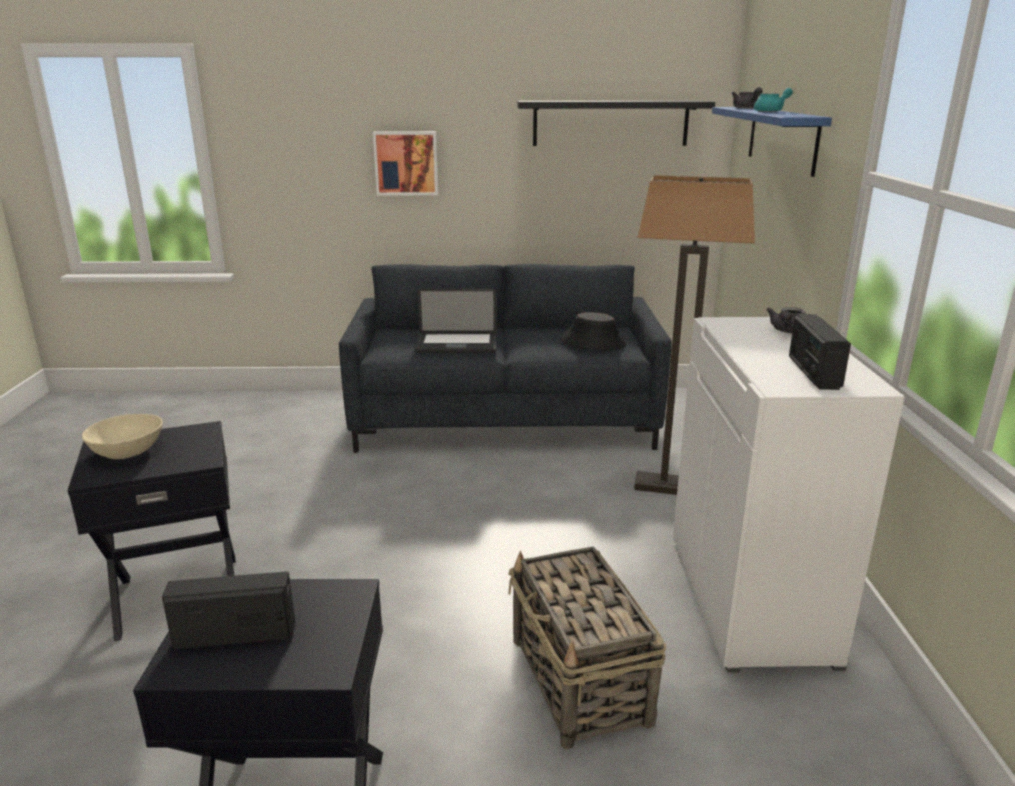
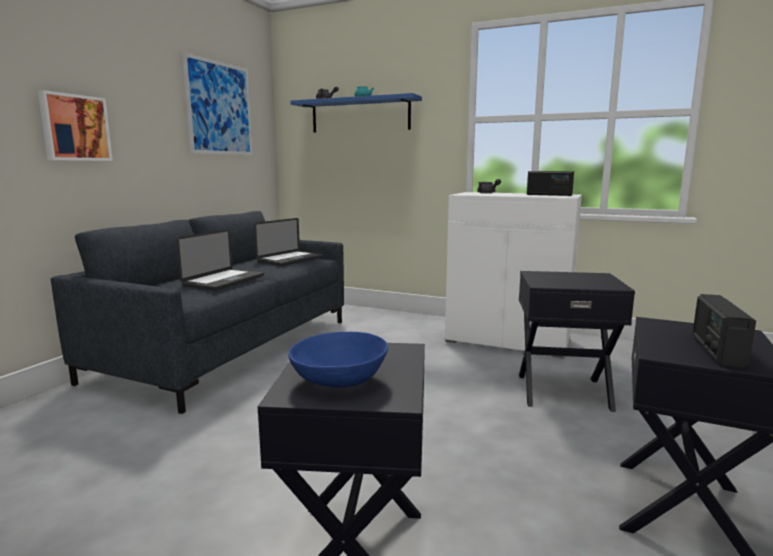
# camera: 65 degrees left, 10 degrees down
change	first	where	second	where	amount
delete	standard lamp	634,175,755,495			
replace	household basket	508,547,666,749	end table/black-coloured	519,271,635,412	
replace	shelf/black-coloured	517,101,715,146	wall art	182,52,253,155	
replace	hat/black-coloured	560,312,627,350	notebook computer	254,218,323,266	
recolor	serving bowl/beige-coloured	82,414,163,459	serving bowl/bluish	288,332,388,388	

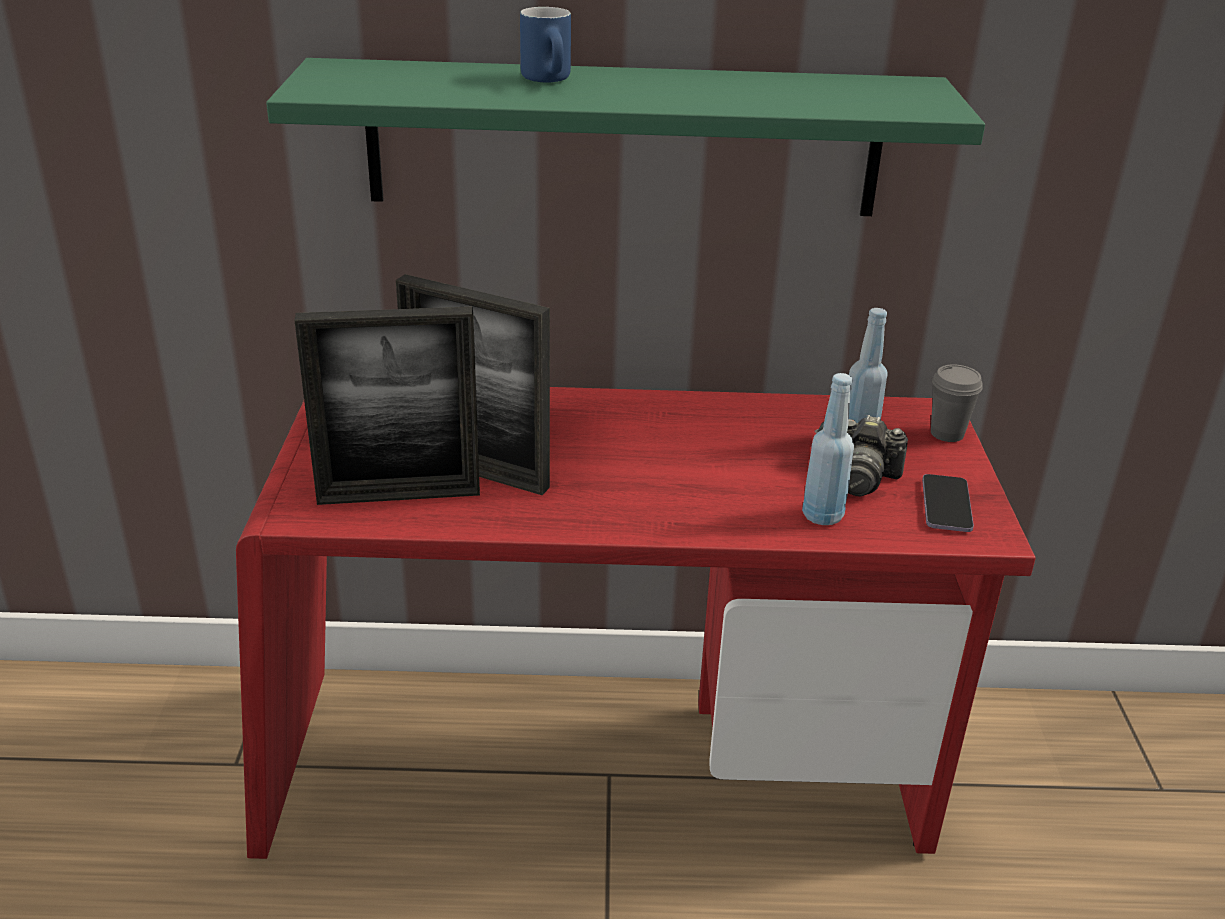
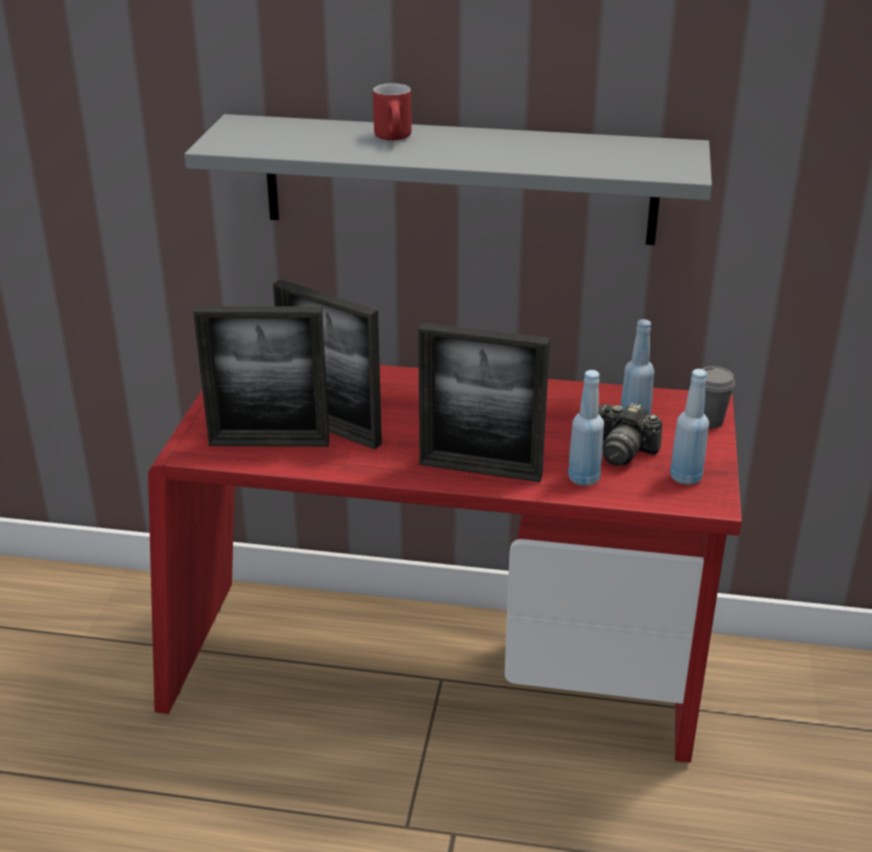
# camera: 10 degrees right, 0 degrees up
change	first	where	second	where	amount
insert			picture frame	418,323,550,482	
replace	phone	922,474,974,532	drink bottle/bluish	670,369,709,485	
recolor	shelf/green	266,58,985,216	shelf/grey	184,114,712,245	
recolor	mug/bluish	520,7,571,82	mug/red	373,83,412,140	

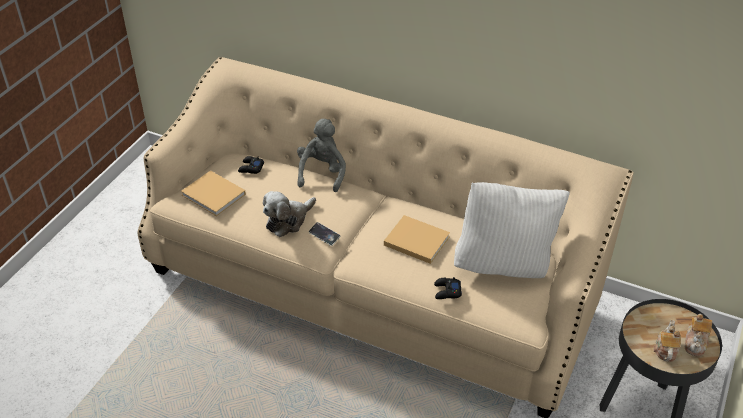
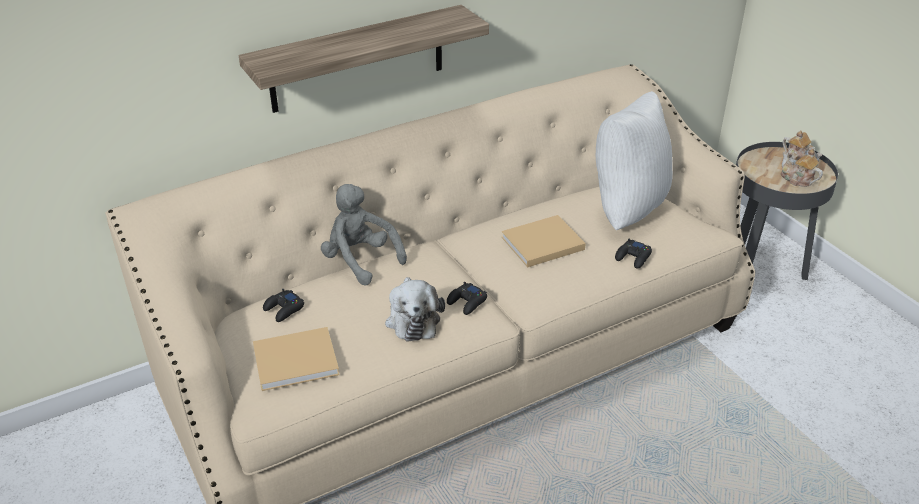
# camera: 55 degrees left, 5 degrees down
change	first	where	second	where	amount
insert			shelf	238,5,489,113	
replace	phone	308,222,341,246	gamepad/black-coloured	447,282,487,315	

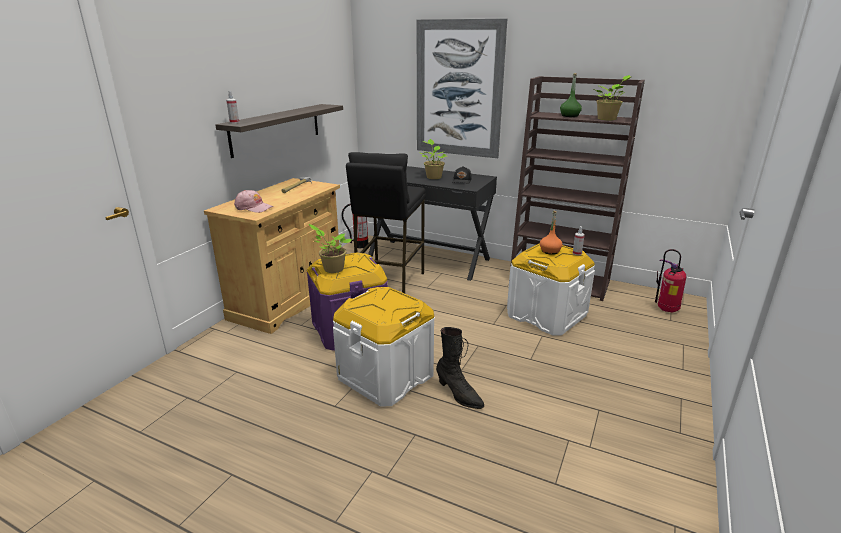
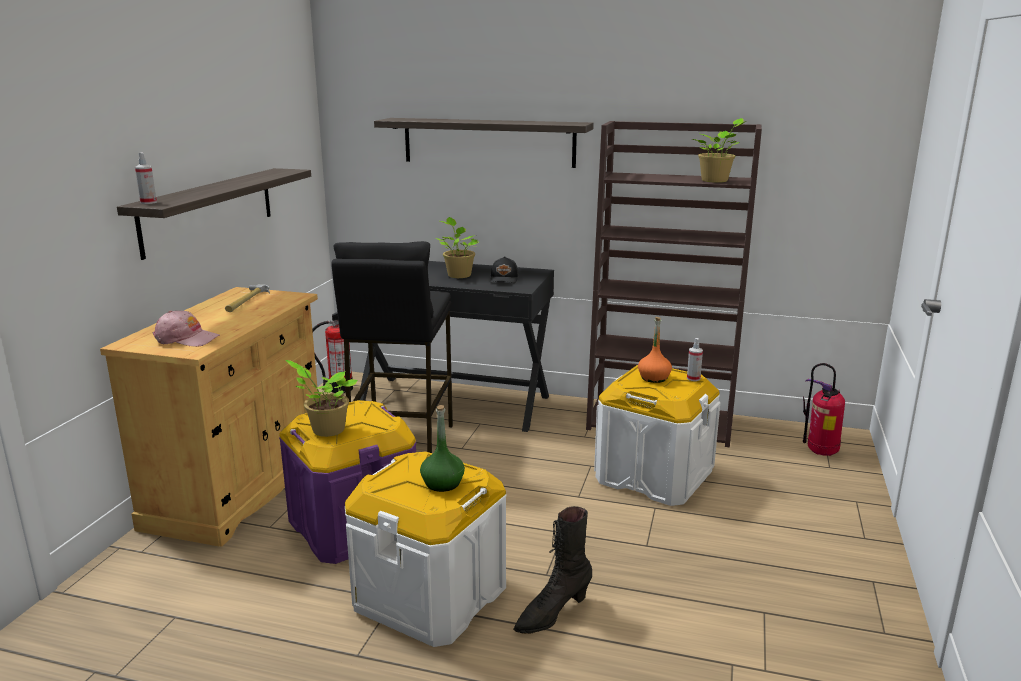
# camera: 10 degrees left, 5 degrees down
change	first	where	second	where	amount
move	drink bottle/green	560,73,582,117		420,405,465,492	
replace	wall art	417,18,507,158	shelf	374,118,594,168	
rotate	boot/black-coloured	436,327,484,409		513,506,592,634	105 degrees clockwise

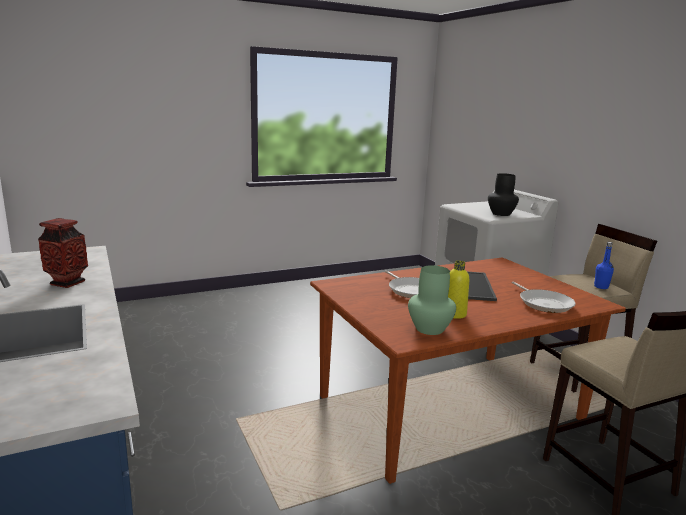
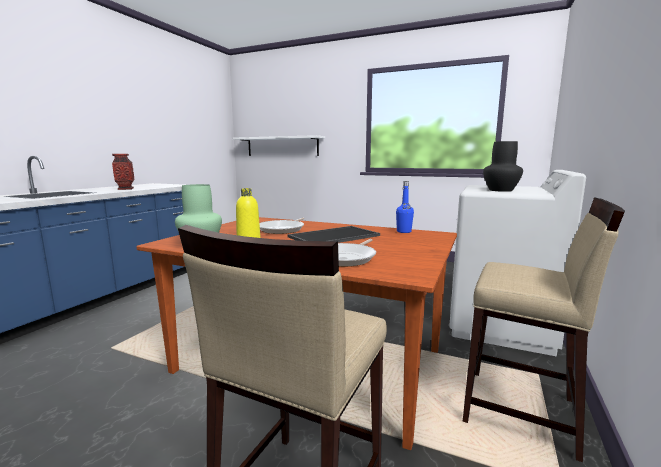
# camera: 50 degrees right, 5 degrees down
change	first	where	second	where	amount
insert			shelf/white	233,135,325,156	
move	drink bottle/bluish	594,242,614,289		396,181,414,233	

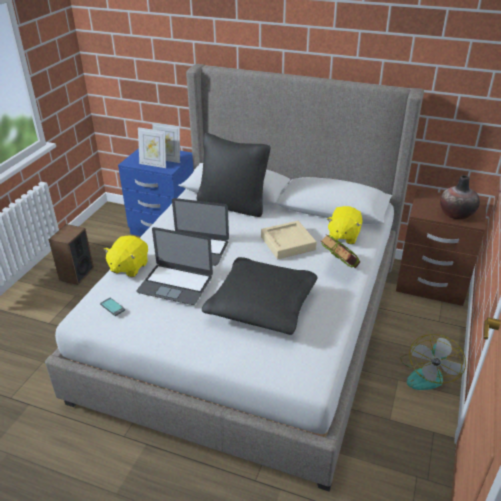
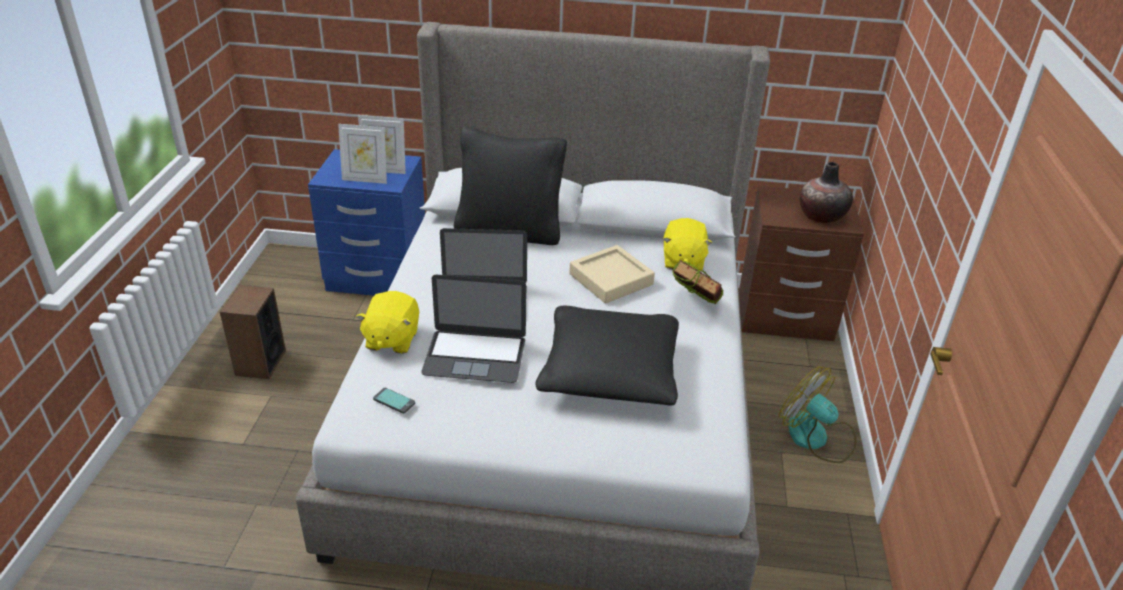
# camera: 15 degrees left, 0 degrees up
change	first	where	second	where	amount
rotate	fan	400,334,466,390		779,366,857,463	120 degrees clockwise

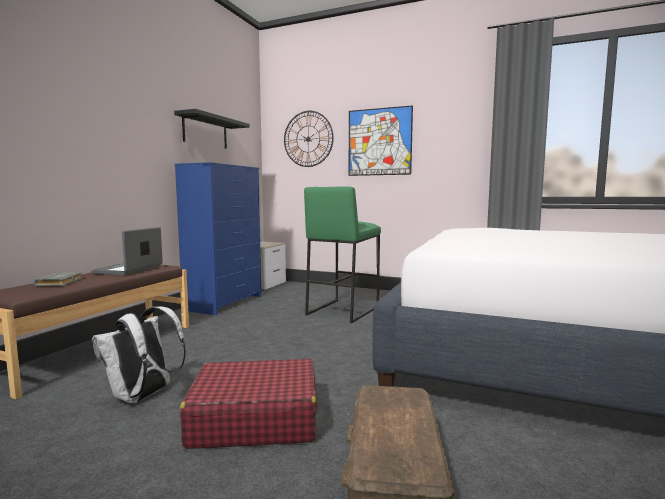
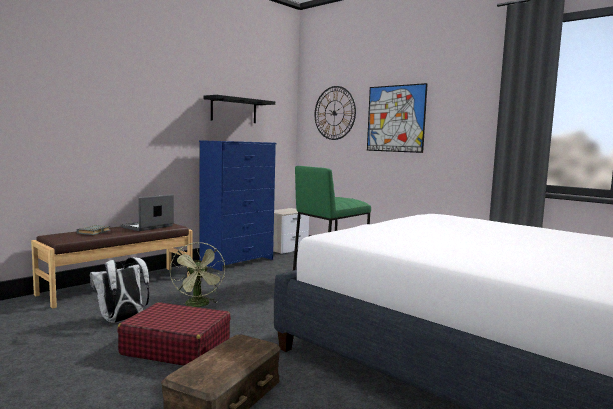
# camera: 20 degrees right, 0 degrees up
change	first	where	second	where	amount
insert			fan/green	170,242,225,307	

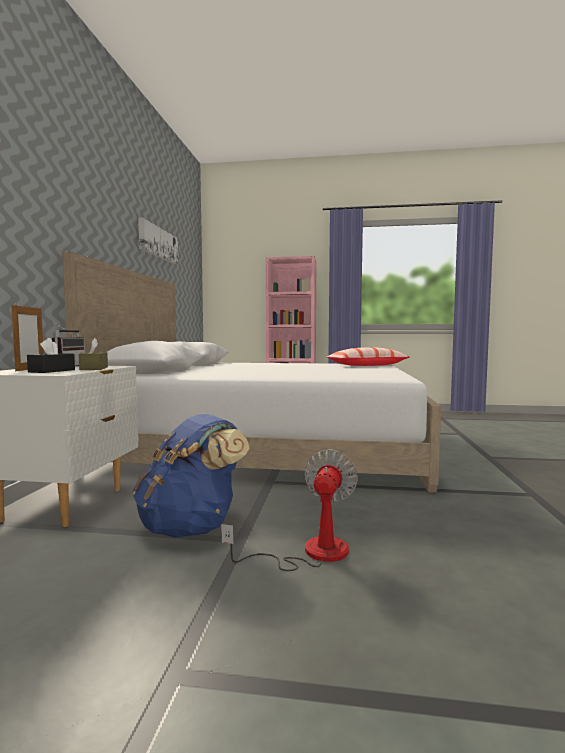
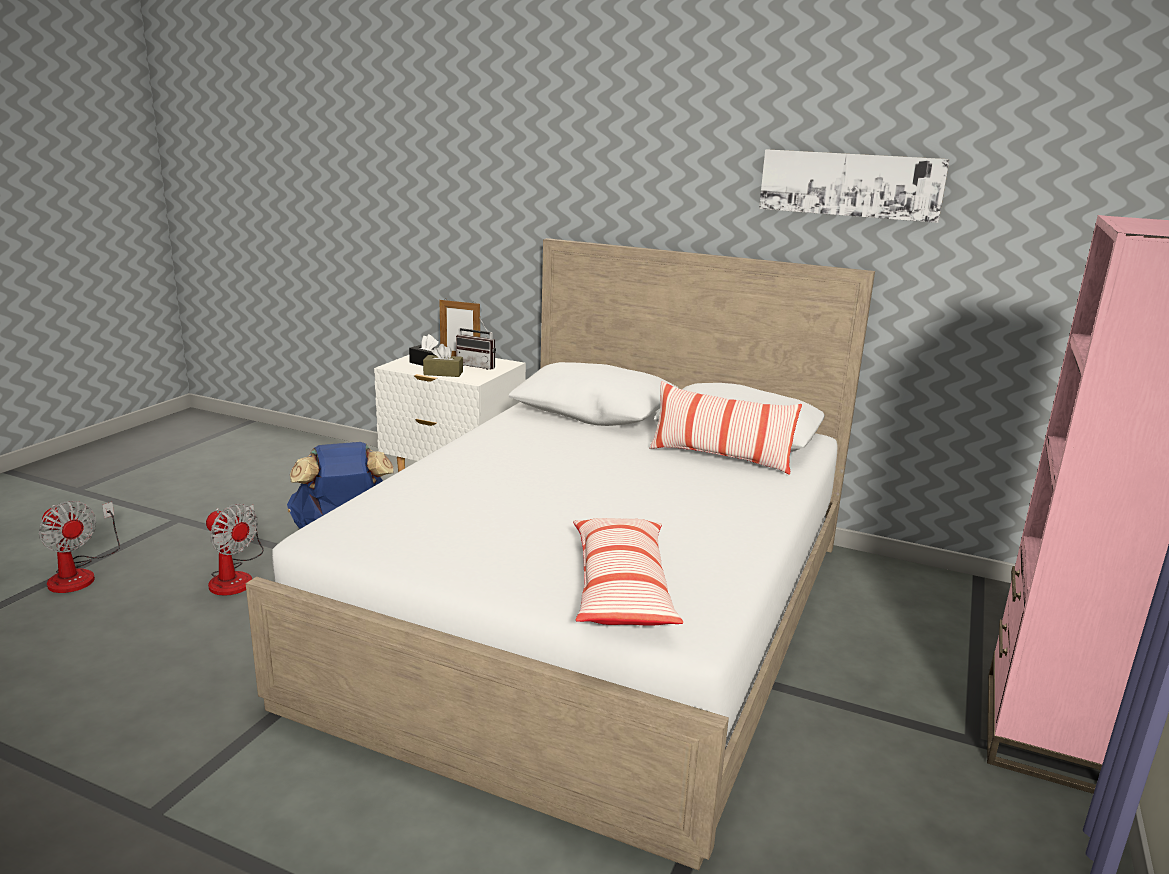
# camera: 105 degrees right, 15 degrees up
change	first	where	second	where	amount
insert			fan	39,501,120,593	
insert			pillow	649,381,802,475	

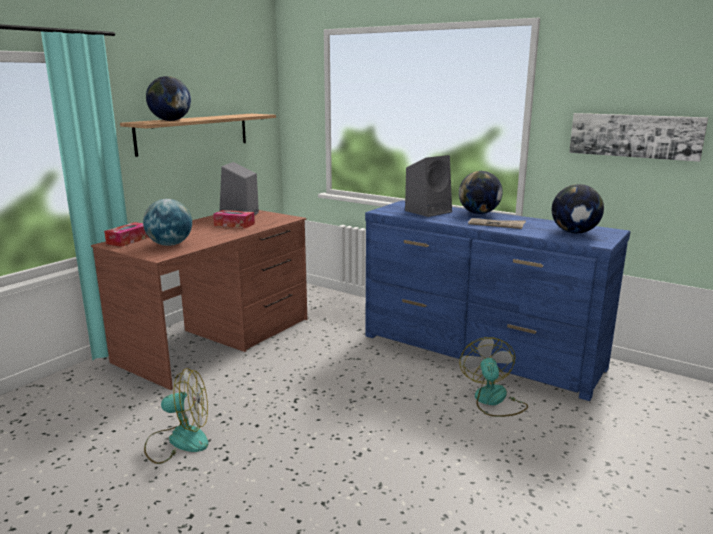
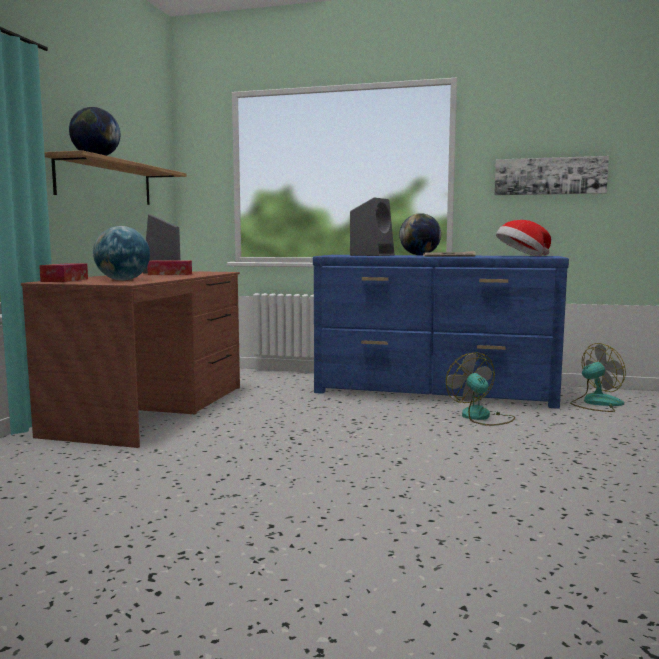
# camera: 20 degrees left, 10 degrees down
change	first	where	second	where	amount
move	fan	144,368,208,464		570,343,626,412	
replace	desk globe	552,184,604,234	hat	496,220,551,256	

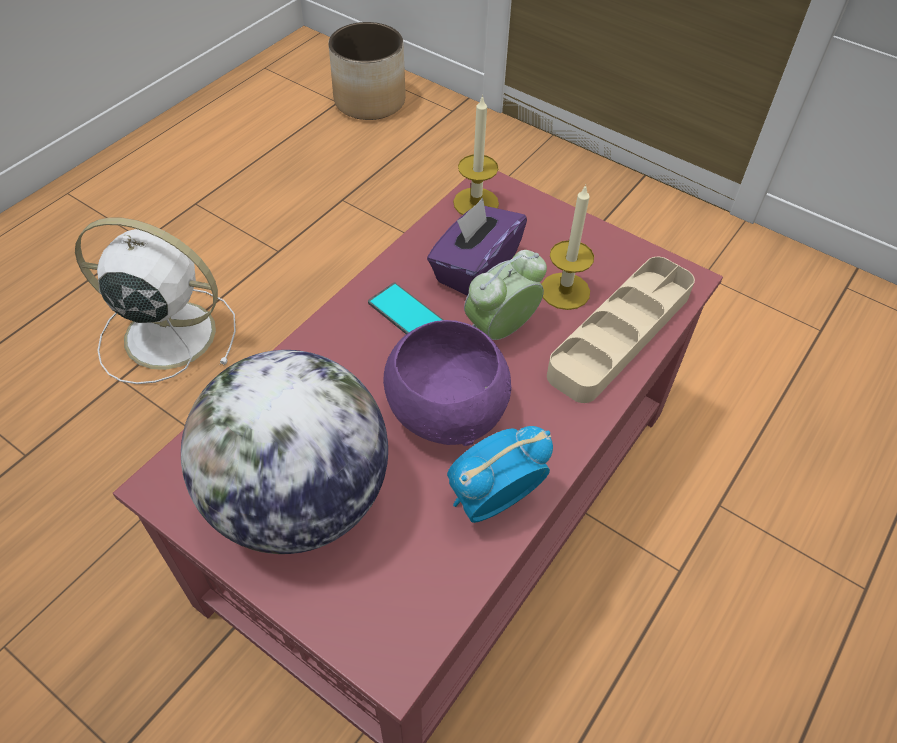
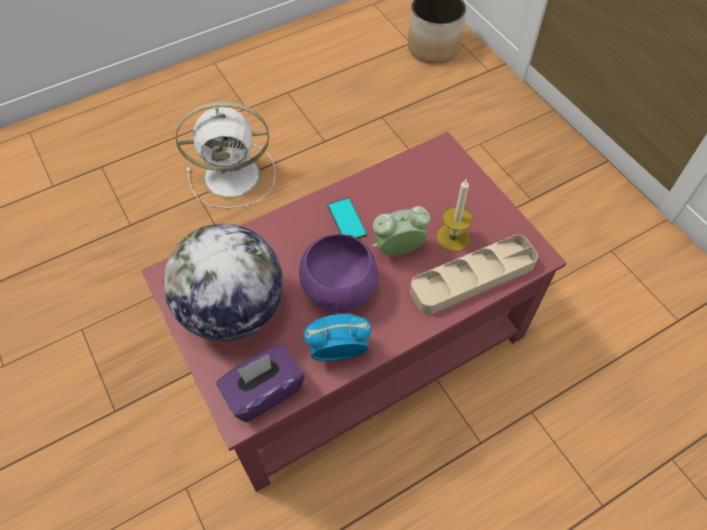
# camera: 25 degrees right, 5 degrees up
change	first	where	second	where	amount
delete	wax light	453,95,499,215			
move	tissue holder/purple	427,198,527,296		217,345,304,422	
rotate	fan/white	75,217,236,384		176,101,276,209	135 degrees clockwise

